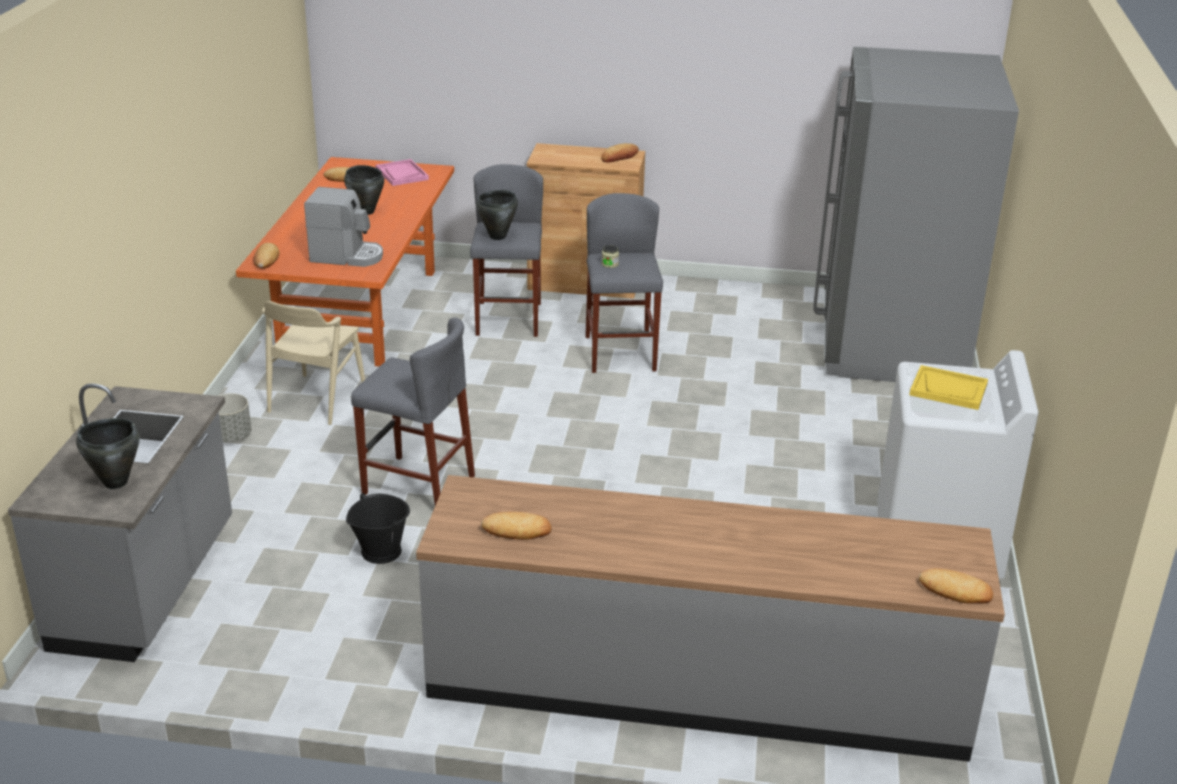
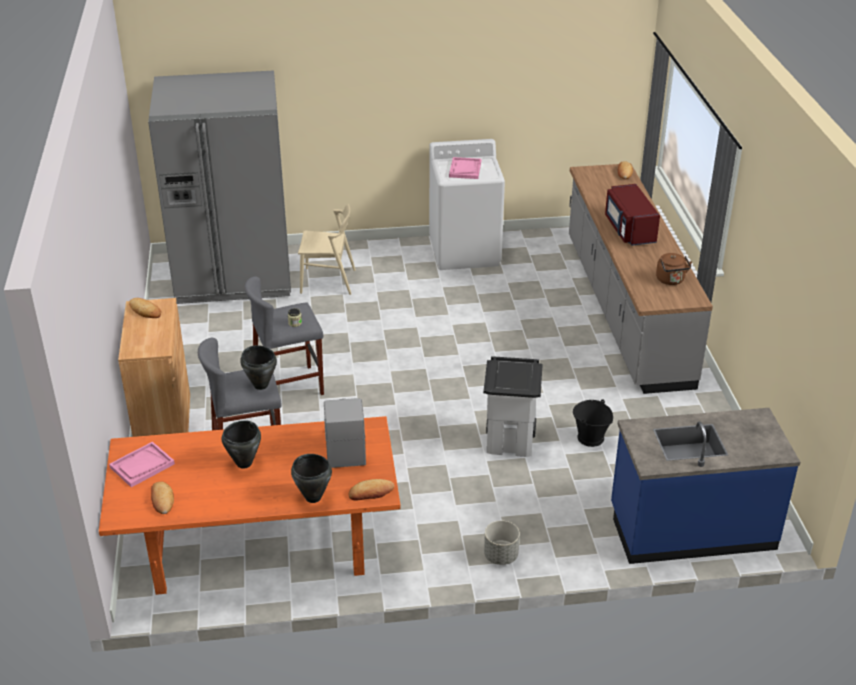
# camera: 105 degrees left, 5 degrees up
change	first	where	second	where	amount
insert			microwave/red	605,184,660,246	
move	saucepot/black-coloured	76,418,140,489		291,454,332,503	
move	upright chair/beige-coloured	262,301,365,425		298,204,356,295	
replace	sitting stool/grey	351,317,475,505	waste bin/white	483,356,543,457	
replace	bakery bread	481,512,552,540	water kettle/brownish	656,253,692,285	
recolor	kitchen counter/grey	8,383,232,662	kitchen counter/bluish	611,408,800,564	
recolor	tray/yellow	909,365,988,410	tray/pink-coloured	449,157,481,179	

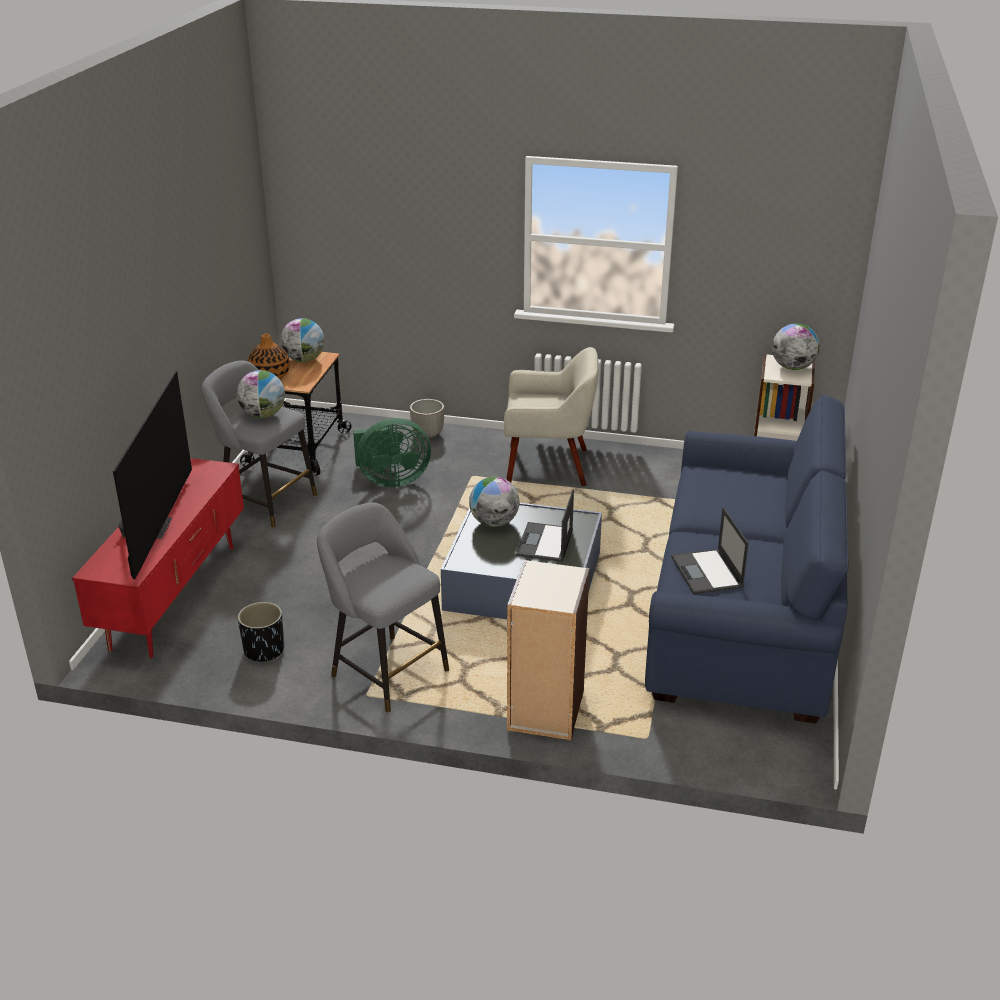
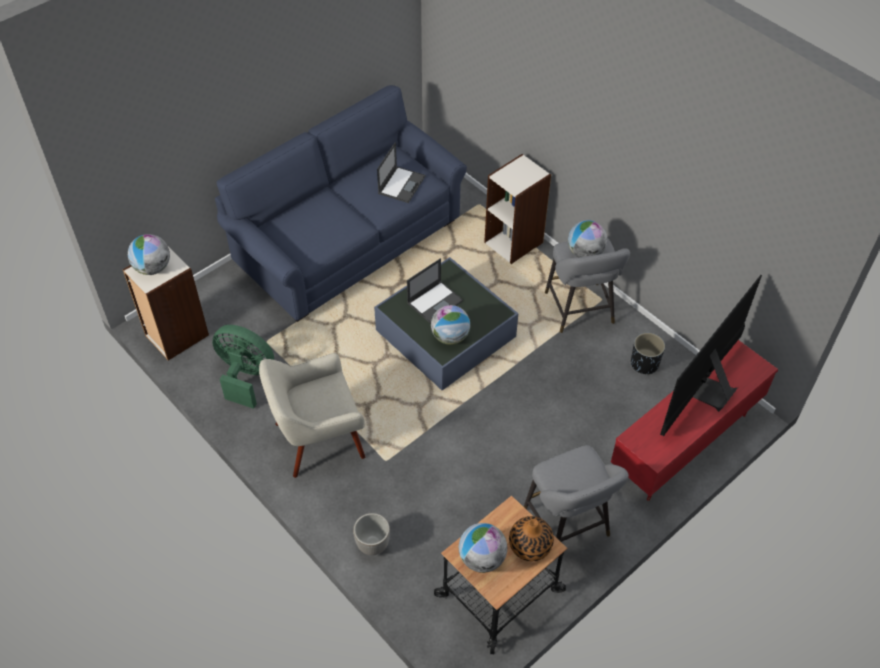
# camera: 145 degrees left, 20 degrees up
change	first	where	second	where	amount
move	desk globe	237,370,285,418		568,220,607,258	
move	fan/green	353,418,431,487		212,325,274,409	
rotate	lounge chair/beige-coloured	504,347,598,486		259,353,365,478	60 degrees counterclockwise

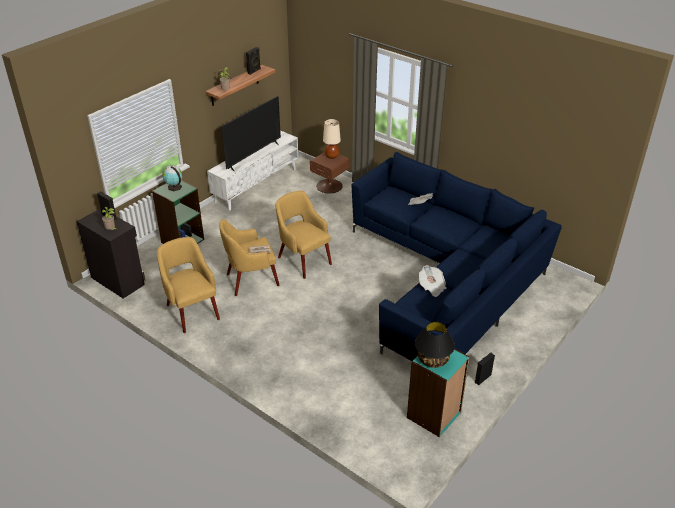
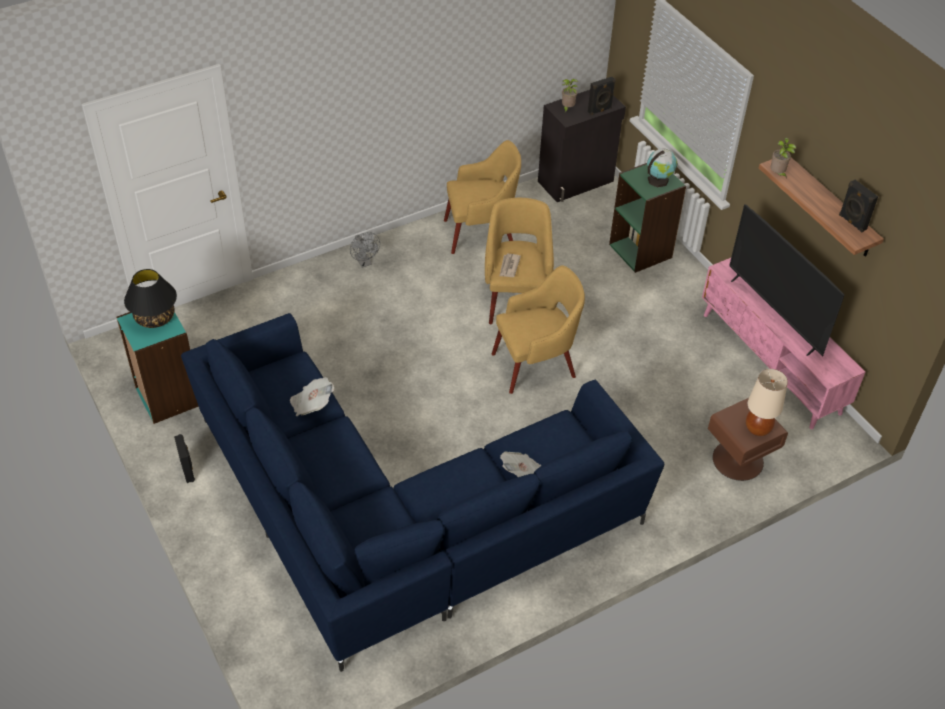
# camera: 110 degrees right, 10 degrees up
change	first	where	second	where	amount
insert			fan/grey	350,232,380,268	
recolor	tv stand/white	207,130,298,211	tv stand/pink-coloured	702,258,865,429	

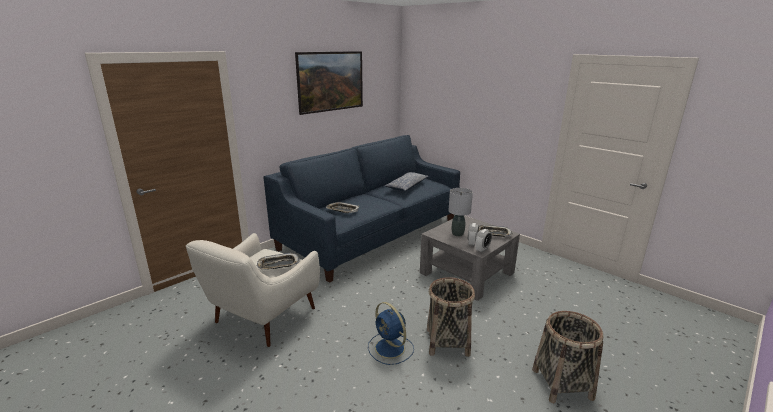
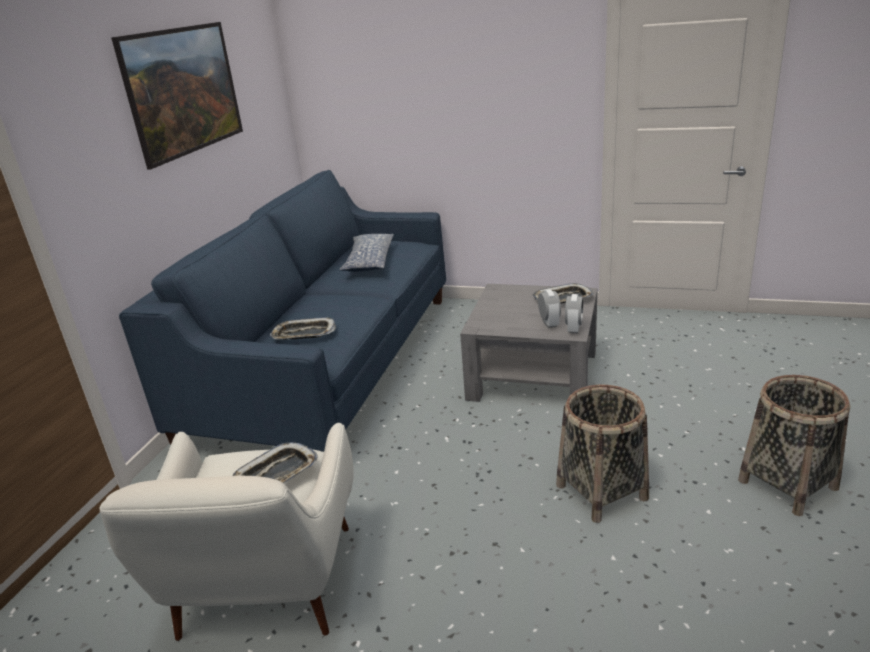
# camera: 25 degrees left, 5 degrees up
change	first	where	second	where	amount
delete	fan/bluish	368,302,414,365			
delete	table lamp/grey	448,188,473,237			

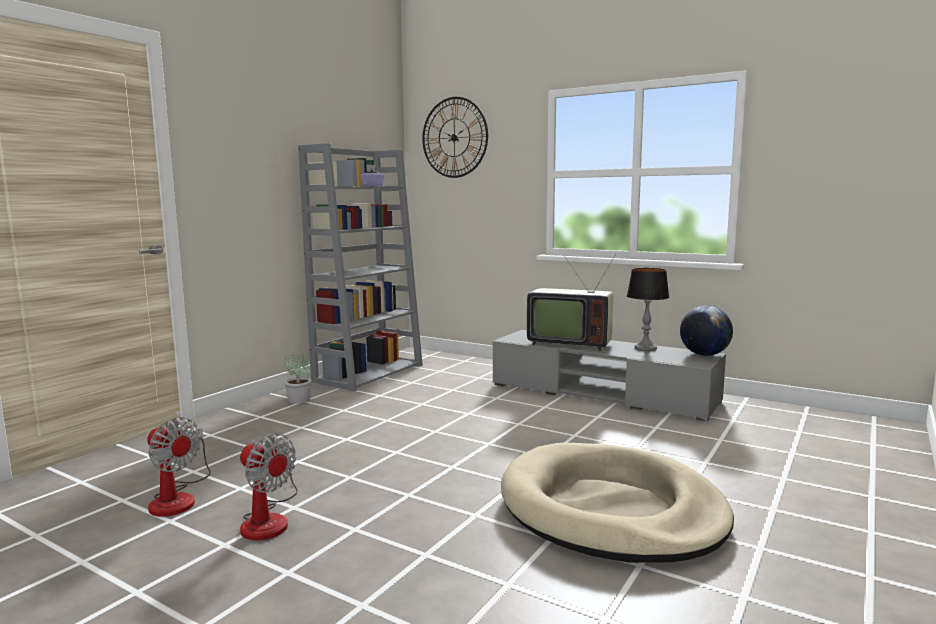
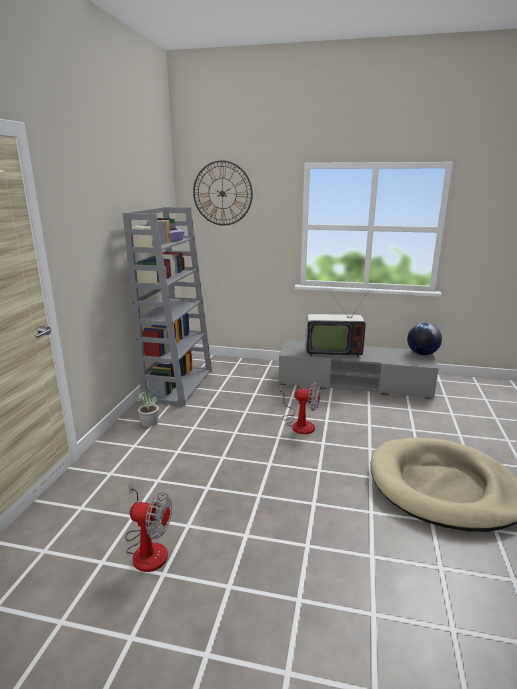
# camera: 20 degrees left, 10 degrees up
change	first	where	second	where	amount
delete	table lamp	627,268,669,351			
move	fan	240,434,298,540		279,382,320,434	

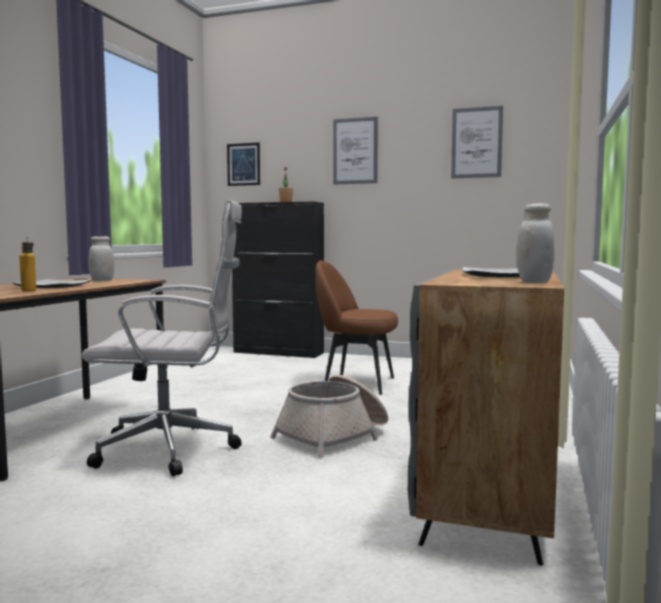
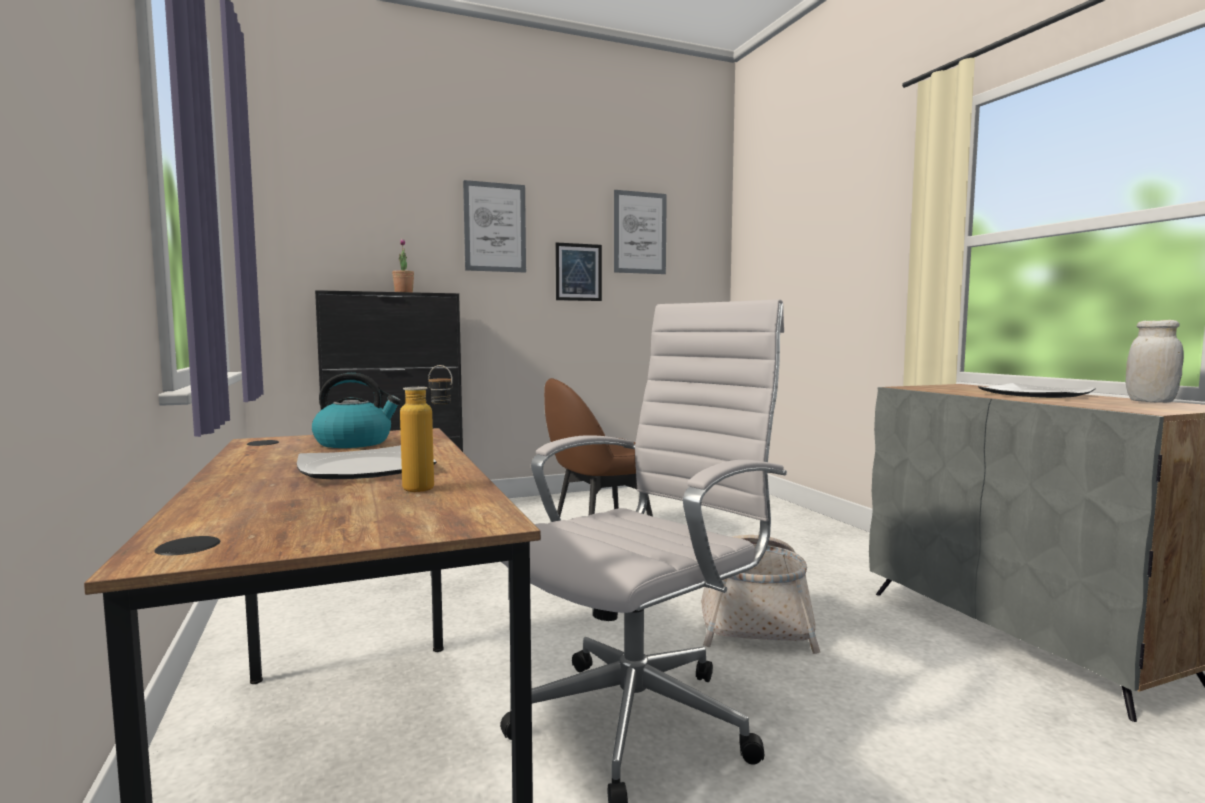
# camera: 40 degrees left, 0 degrees up
change	first	where	second	where	amount
move	wall art	227,143,260,186		555,242,602,301	
replace	jar/white	89,236,114,281	water kettle	312,373,401,448	

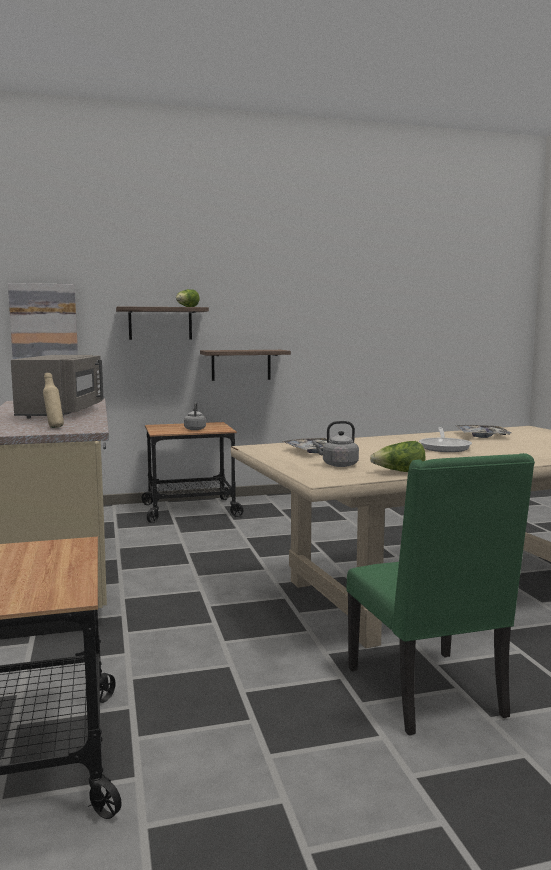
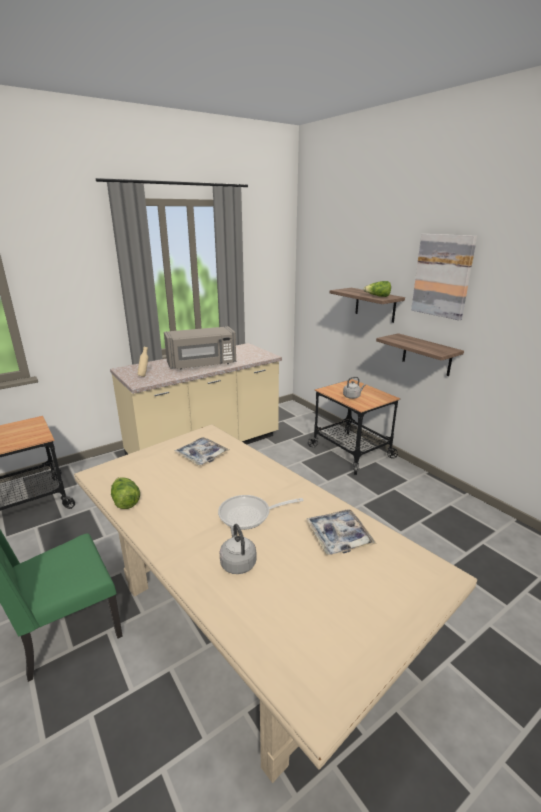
# camera: 70 degrees right, 15 degrees up
change	first	where	second	where	amount
move	wall art	8,283,78,359		411,234,477,320	
move	water kettle/grey	312,421,359,467		219,524,256,574	

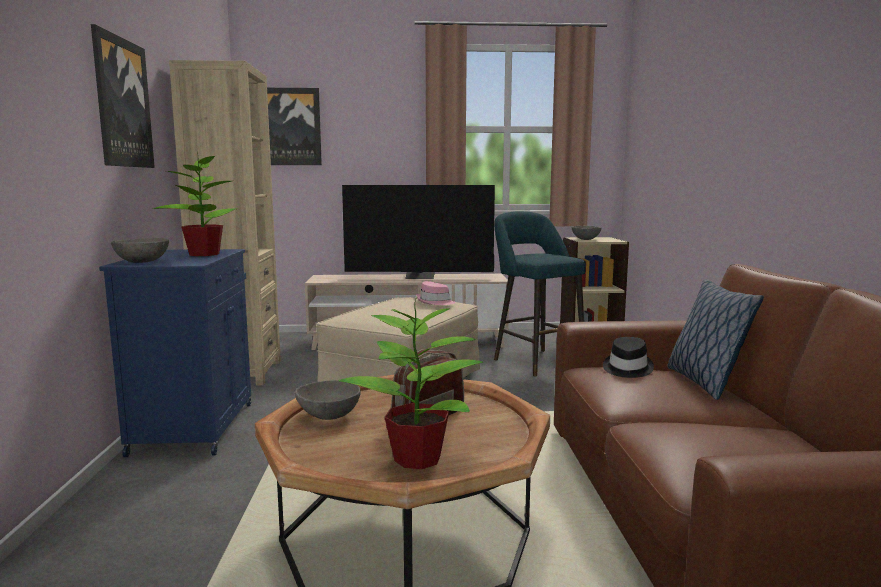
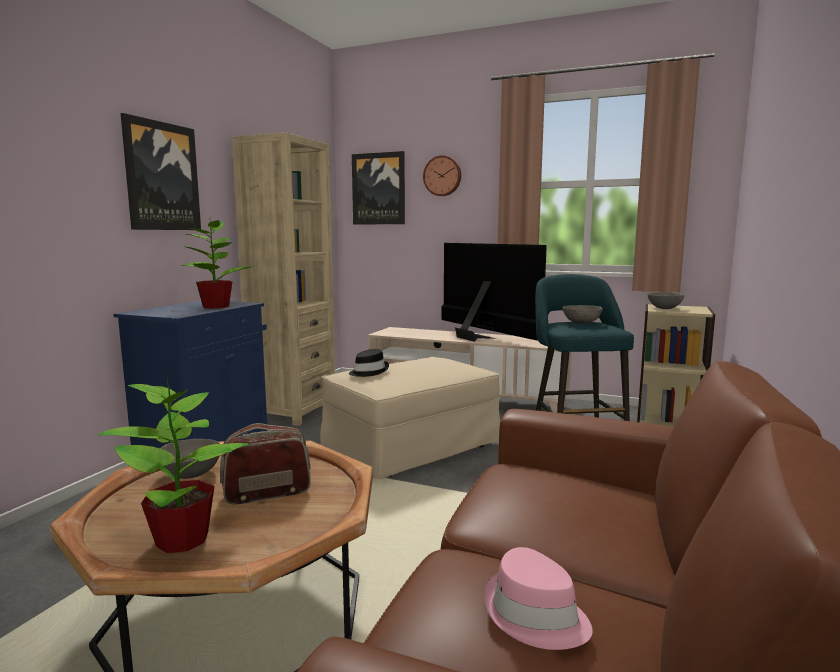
# camera: 25 degrees right, 0 degrees up
change	first	where	second	where	amount
delete	pillow	667,279,764,400			
insert			wall clock	423,155,461,196	
move	serving bowl/grey	111,238,169,263		563,305,603,324	
move	hat/pink-coloured	416,281,455,305		484,547,593,650	
move	hat/black-coloured	603,337,654,378		349,349,389,377	
rotate	TV set	342,185,495,279		441,243,547,342	150 degrees counterclockwise

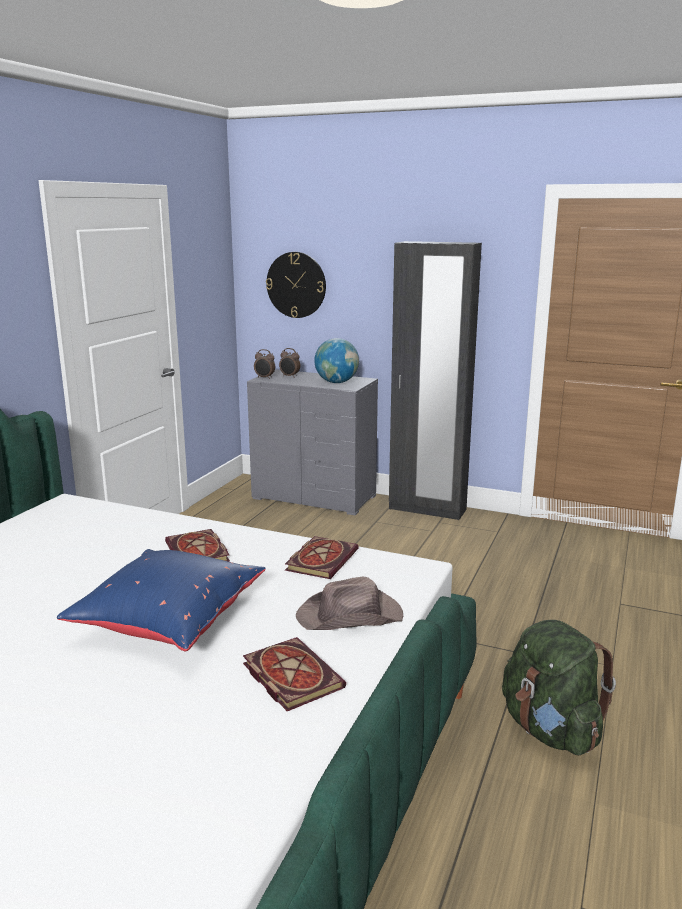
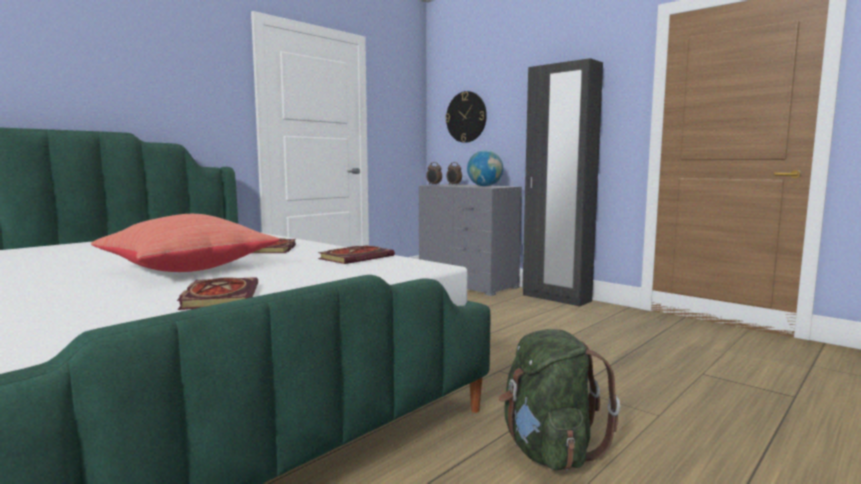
# camera: 20 degrees right, 10 degrees down
change	first	where	second	where	amount
delete	hat/brownish	296,577,403,630			
recolor	pillow/bluish	57,549,266,651	pillow/red	91,214,280,272	

